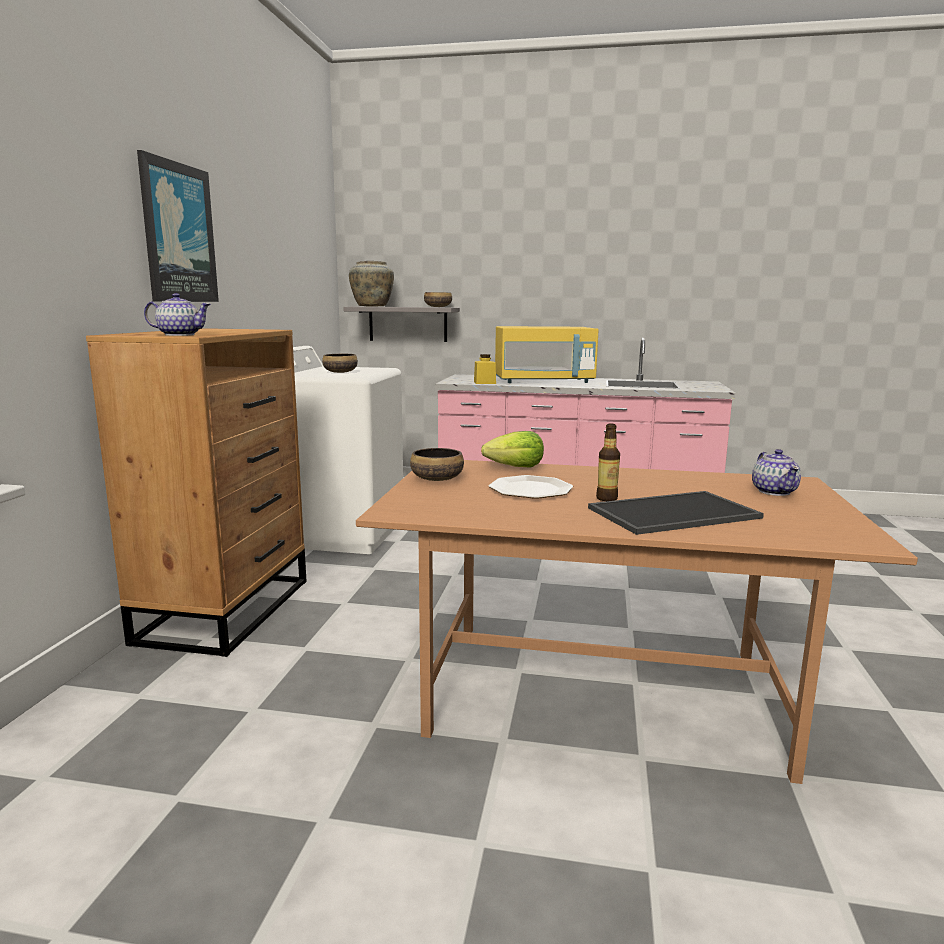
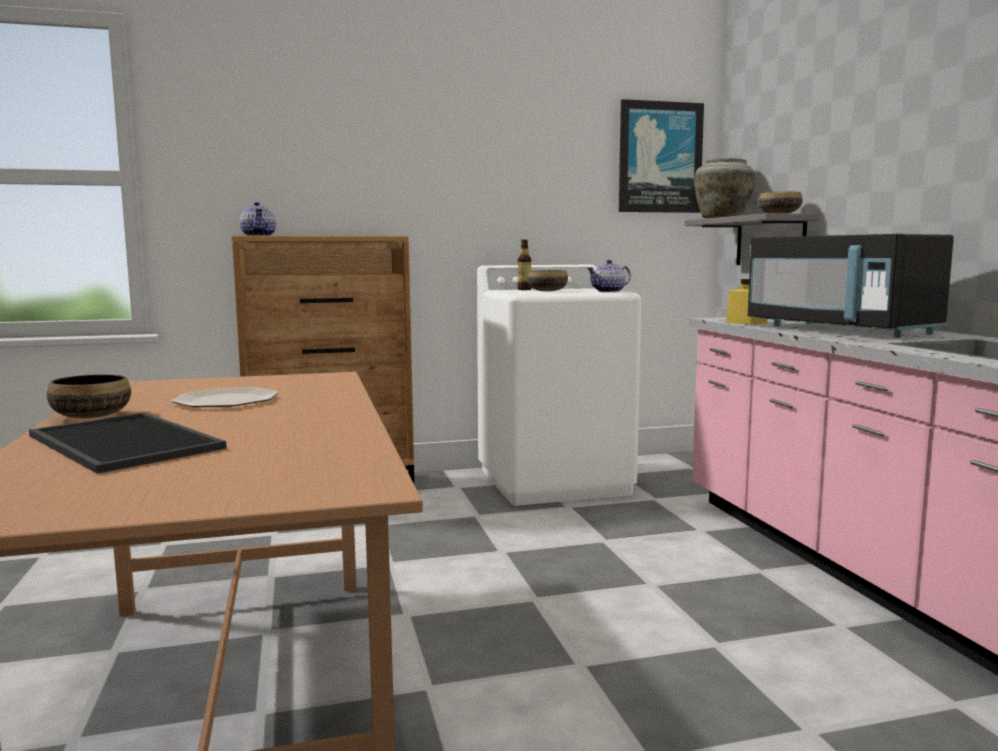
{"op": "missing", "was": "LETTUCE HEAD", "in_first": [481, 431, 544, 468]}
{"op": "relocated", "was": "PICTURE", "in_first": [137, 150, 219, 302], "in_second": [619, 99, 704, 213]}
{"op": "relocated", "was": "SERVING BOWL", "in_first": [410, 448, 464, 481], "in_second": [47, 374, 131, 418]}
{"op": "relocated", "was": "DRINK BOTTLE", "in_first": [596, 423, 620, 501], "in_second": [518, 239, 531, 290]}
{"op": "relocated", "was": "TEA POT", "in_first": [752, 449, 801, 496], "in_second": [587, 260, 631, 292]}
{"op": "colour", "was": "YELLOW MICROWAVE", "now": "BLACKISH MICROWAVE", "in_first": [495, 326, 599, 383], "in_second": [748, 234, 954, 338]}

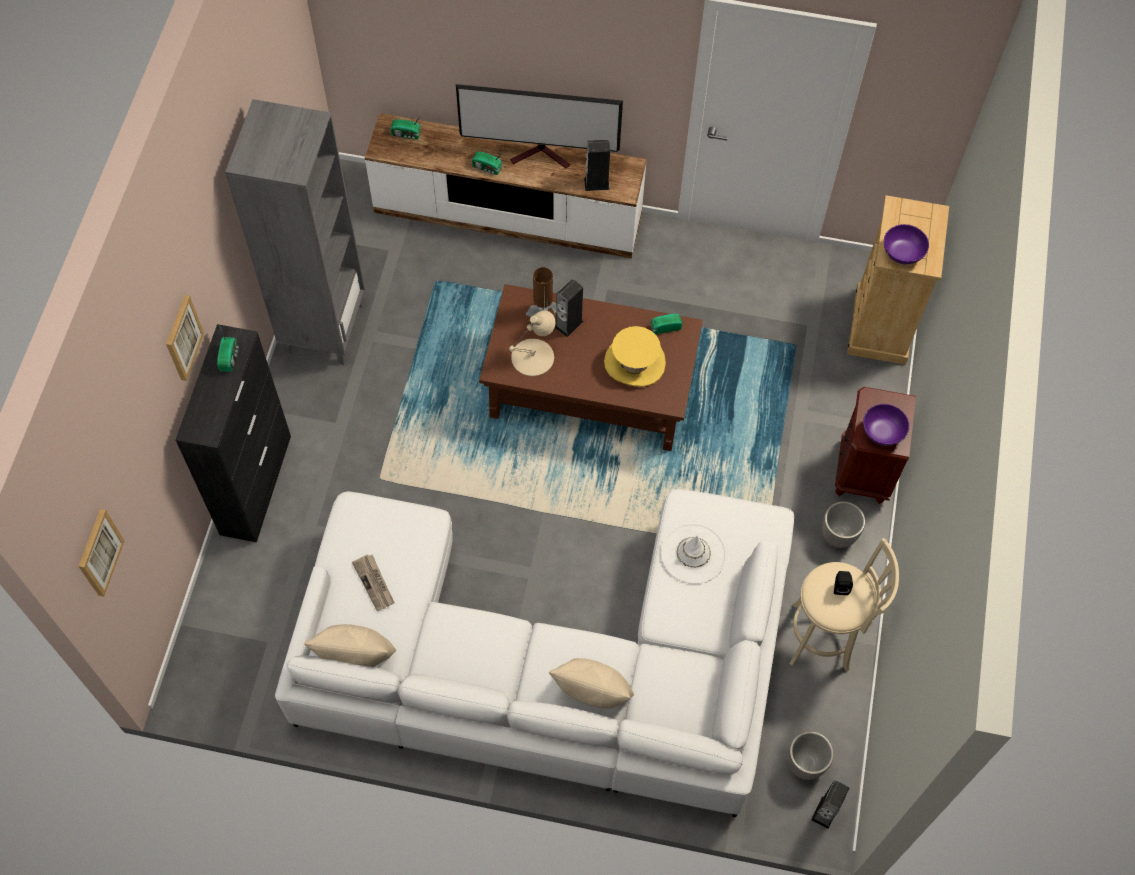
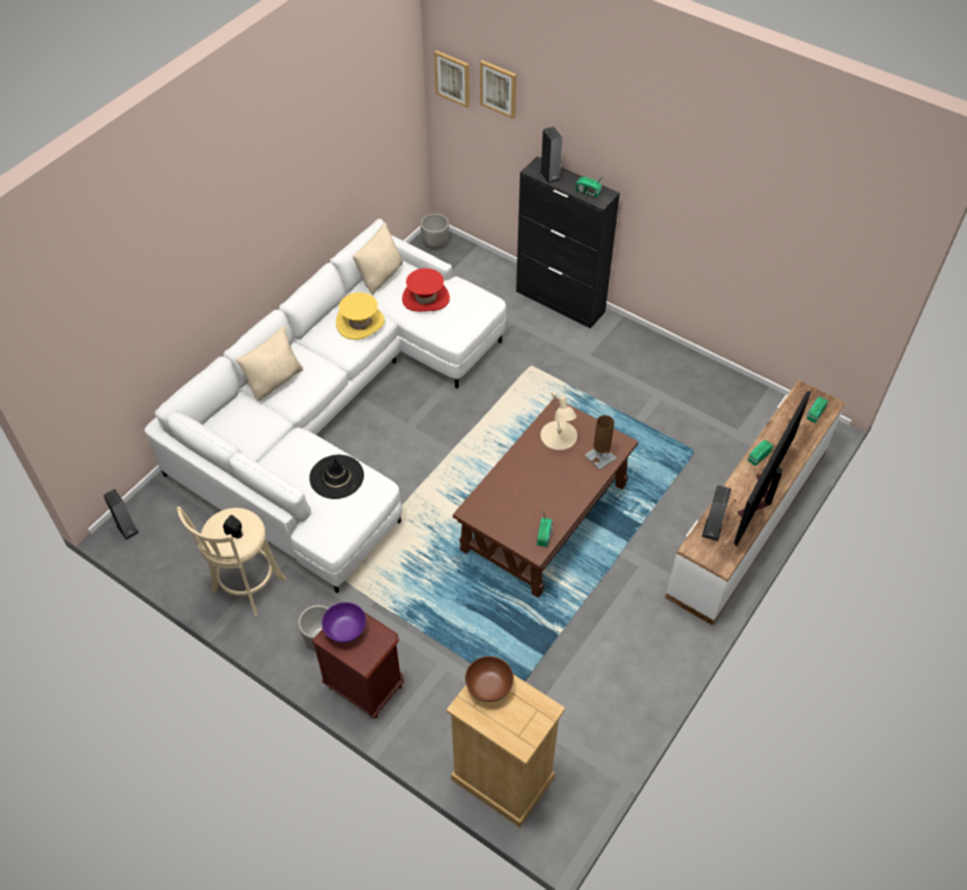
{"op": "missing", "was": "GRAY SHELVING UNIT", "in_first": [225, 99, 365, 365]}
{"op": "relocated", "was": "PICTURE", "in_first": [166, 295, 204, 381], "in_second": [480, 60, 516, 119]}
{"op": "relocated", "was": "AUDIO SPEAKER", "in_first": [555, 279, 584, 337], "in_second": [540, 126, 563, 184]}
{"op": "relocated", "was": "YELLOW WEARABLE HAT", "in_first": [604, 326, 666, 387], "in_second": [336, 292, 385, 340]}
{"op": "relocated", "was": "PLANTER", "in_first": [788, 731, 834, 780], "in_second": [420, 214, 449, 249]}
{"op": "exchanged", "was": "PRINTED PAPER", "now": "RED-COLOURED WEARABLE HAT", "in_first": [352, 554, 394, 611], "in_second": [402, 268, 450, 312]}
{"op": "colour", "was": "WHITISH WEARABLE HAT", "now": "BLACKISH WEARABLE HAT", "in_first": [661, 523, 726, 584], "in_second": [309, 455, 364, 499]}
{"op": "colour", "was": "PURPLE SERVING BOWL", "now": "BROWN-COLOURED SERVING BOWL", "in_first": [884, 224, 929, 264], "in_second": [465, 656, 514, 702]}

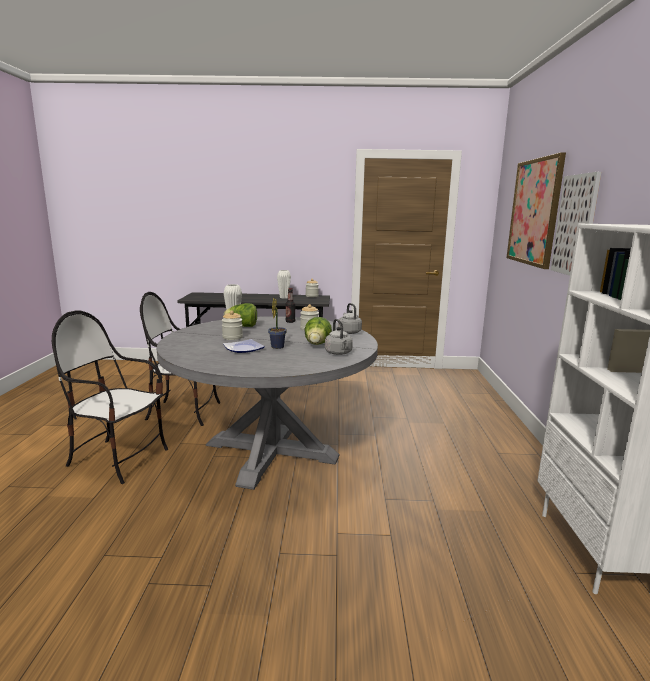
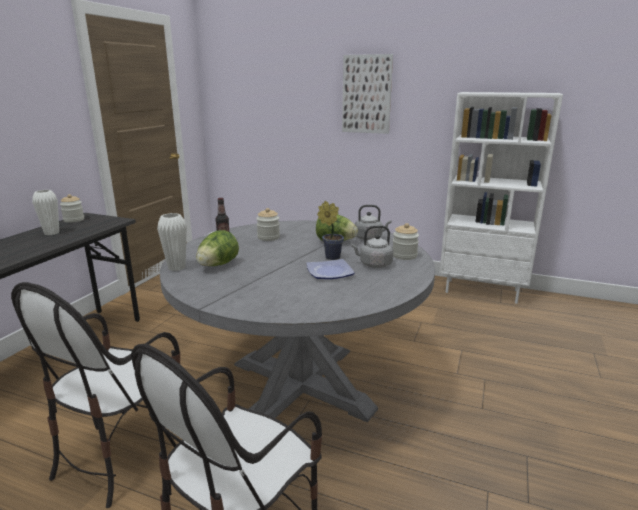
{"op": "missing", "was": "PICTURE", "in_first": [506, 152, 566, 269]}
{"op": "relocated", "was": "STORAGE JAR", "in_first": [222, 311, 243, 340], "in_second": [393, 223, 419, 260]}
{"op": "relocated", "was": "GRAY TEA KETTLE", "in_first": [338, 303, 362, 334], "in_second": [351, 225, 393, 268]}

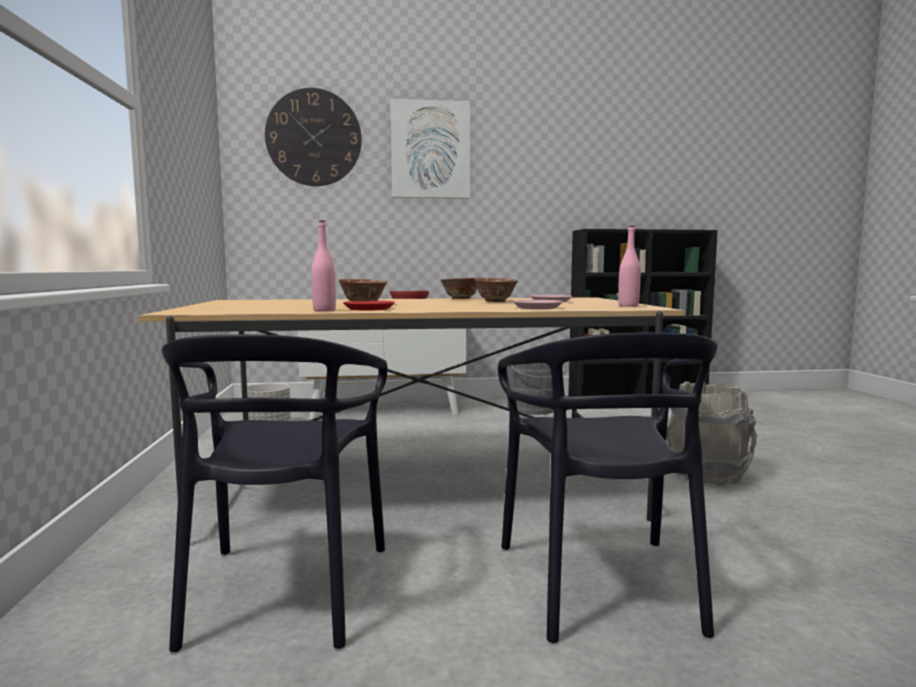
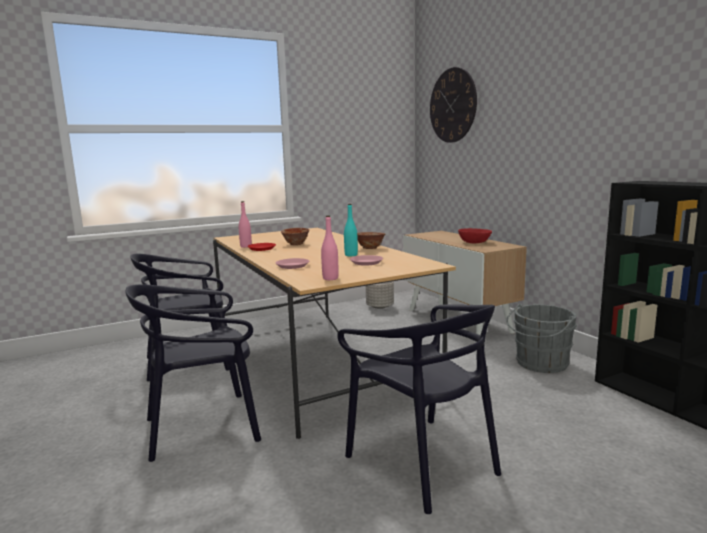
{"op": "missing", "was": "PICTURE", "in_first": [391, 99, 470, 198]}
{"op": "exchanged", "was": "SERVING BOWL", "now": "TURQUOISE-COLOURED DRINK BOTTLE", "in_first": [474, 278, 518, 302], "in_second": [344, 204, 358, 256]}
{"op": "exchanged", "was": "GRAY PAIL", "now": "BLACKISH PLAIN CHAIR", "in_first": [666, 382, 757, 485], "in_second": [337, 304, 501, 514]}

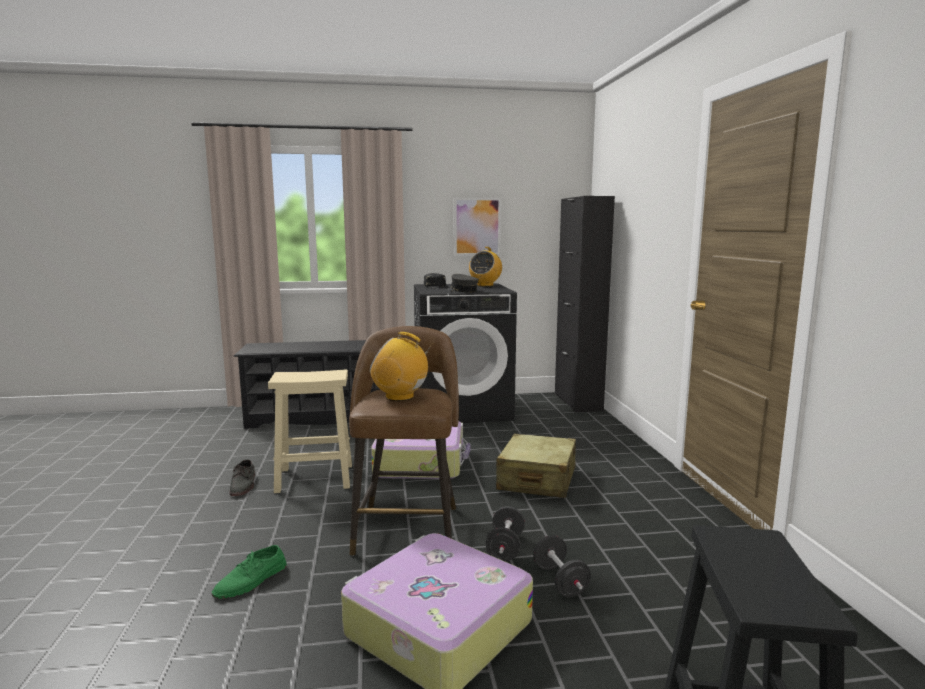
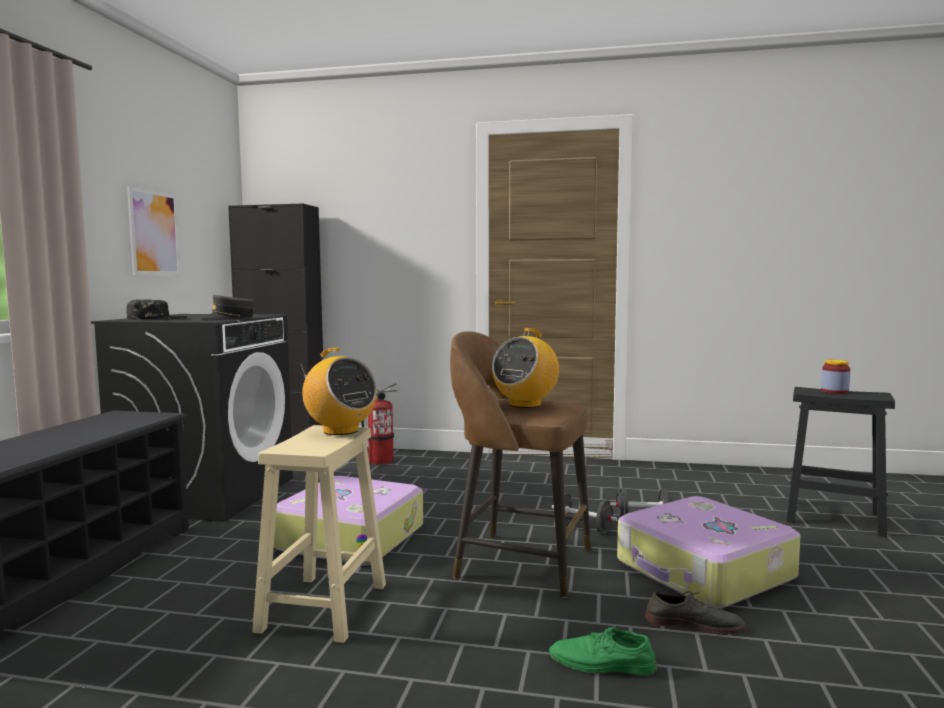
{"op": "missing", "was": "BEIGE-COLOURED TRAVEL CASE", "in_first": [496, 434, 576, 498]}
{"op": "appeared", "now": "EXTINGUISHER", "in_second": [361, 382, 398, 465]}
{"op": "appeared", "now": "STORAGE JAR", "in_second": [821, 360, 850, 394]}
{"op": "relocated", "was": "GRAY LOW SHOE", "in_first": [229, 459, 255, 496], "in_second": [645, 591, 745, 634]}
{"op": "relocated", "was": "RADIO", "in_first": [469, 247, 502, 286], "in_second": [299, 348, 377, 435]}
{"op": "spun", "was": "GREEN LOW SHOE", "in_first": [212, 545, 287, 599], "in_second": [549, 626, 657, 676], "clockwise": 135}

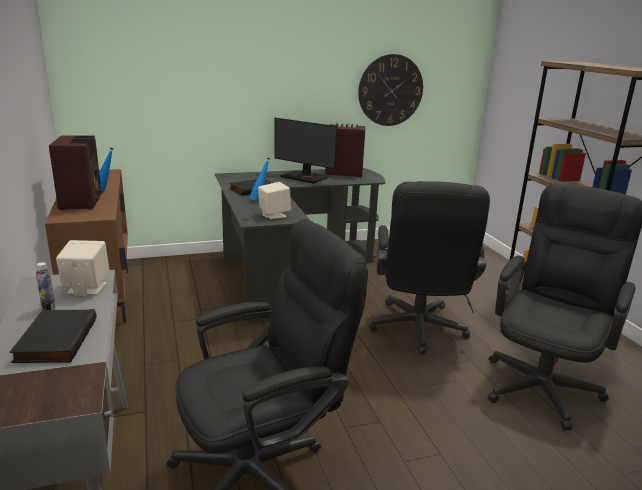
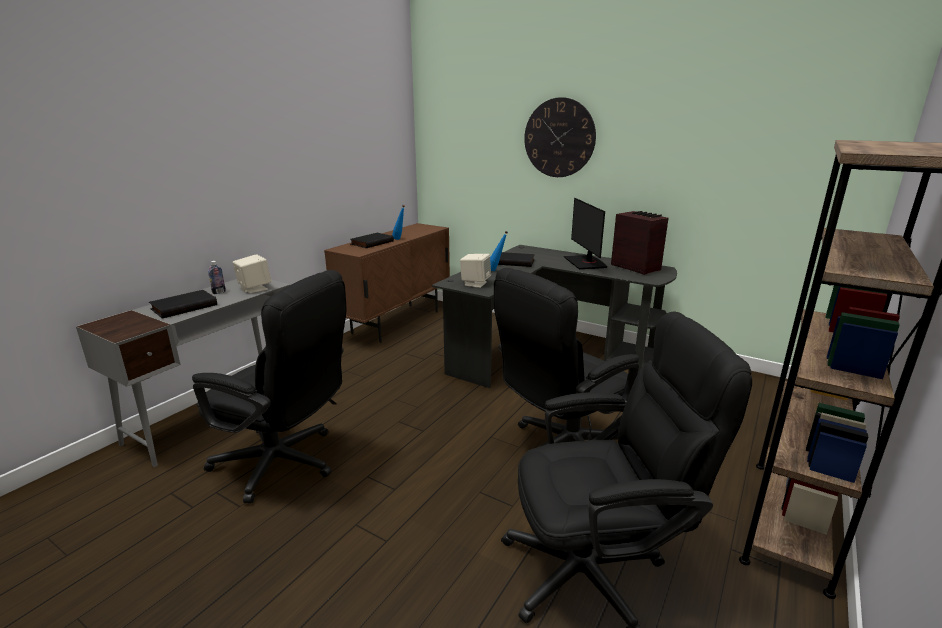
{"op": "relocated", "was": "HANGING CLOCK", "in_first": [358, 54, 423, 126], "in_second": [524, 97, 596, 177]}
{"op": "exchanged", "was": "RADIO", "now": "BLACKISH VOLUME", "in_first": [49, 135, 102, 210], "in_second": [350, 233, 394, 248]}

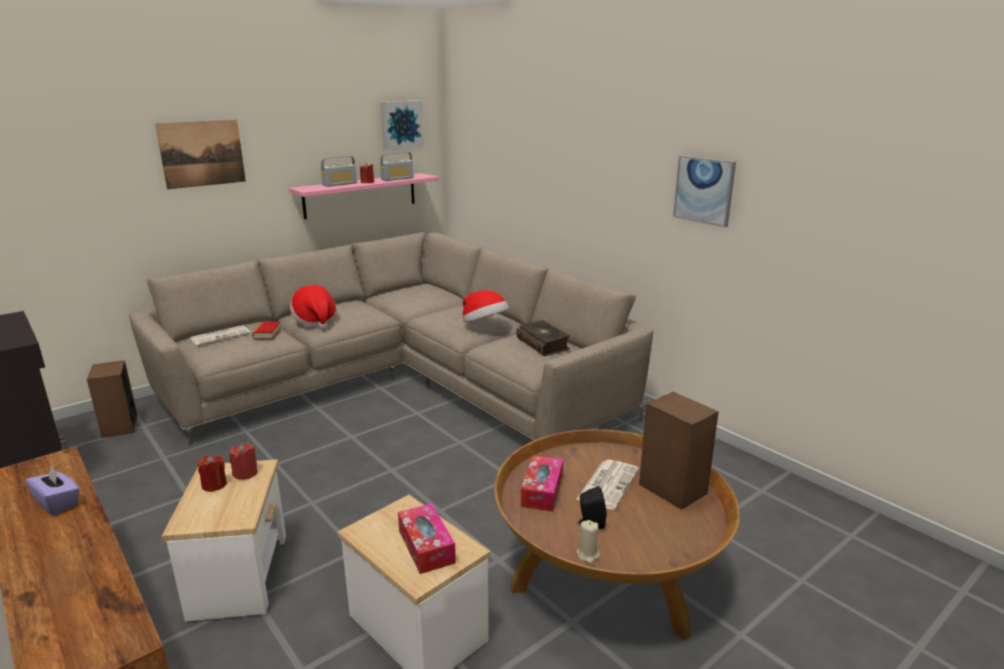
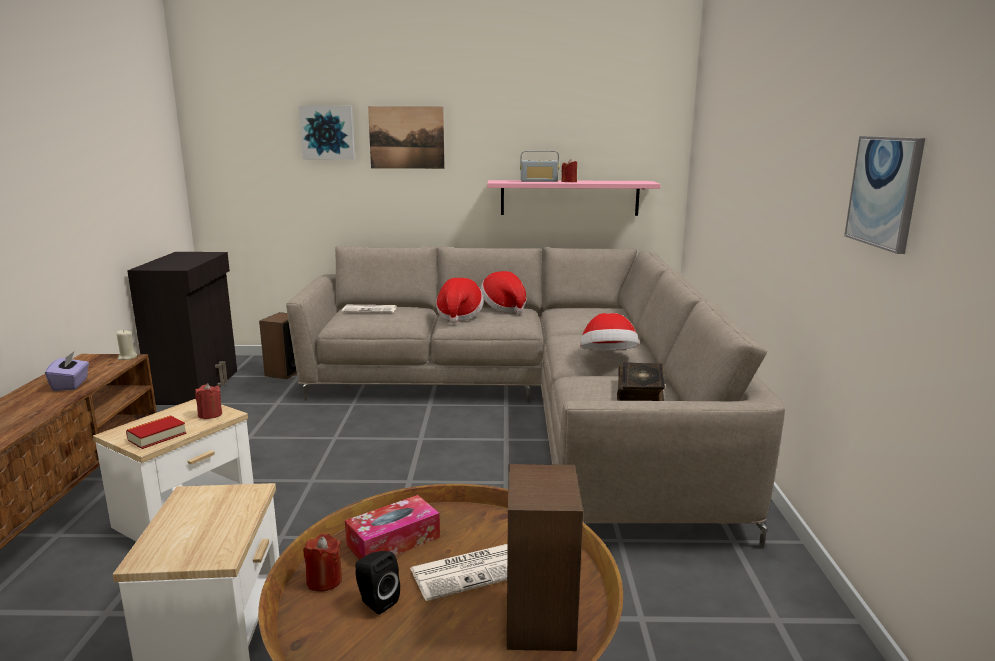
{"op": "missing", "was": "RADIO", "in_first": [380, 152, 414, 181]}
{"op": "missing", "was": "TISSUE HOLDER", "in_first": [398, 503, 456, 574]}
{"op": "appeared", "now": "WEARABLE HAT", "in_second": [480, 271, 527, 314]}
{"op": "relocated", "was": "RED-COLOURED WAX CANDLE", "in_first": [198, 455, 227, 492], "in_second": [303, 533, 342, 592]}
{"op": "relocated", "was": "VOLUME", "in_first": [252, 322, 281, 339], "in_second": [126, 415, 186, 449]}
{"op": "relocated", "was": "PICTURE", "in_first": [381, 100, 424, 150], "in_second": [299, 106, 355, 160]}
{"op": "relocated", "was": "BEIGE-COLOURED WAX CANDLE", "in_first": [577, 520, 600, 563], "in_second": [117, 330, 137, 360]}

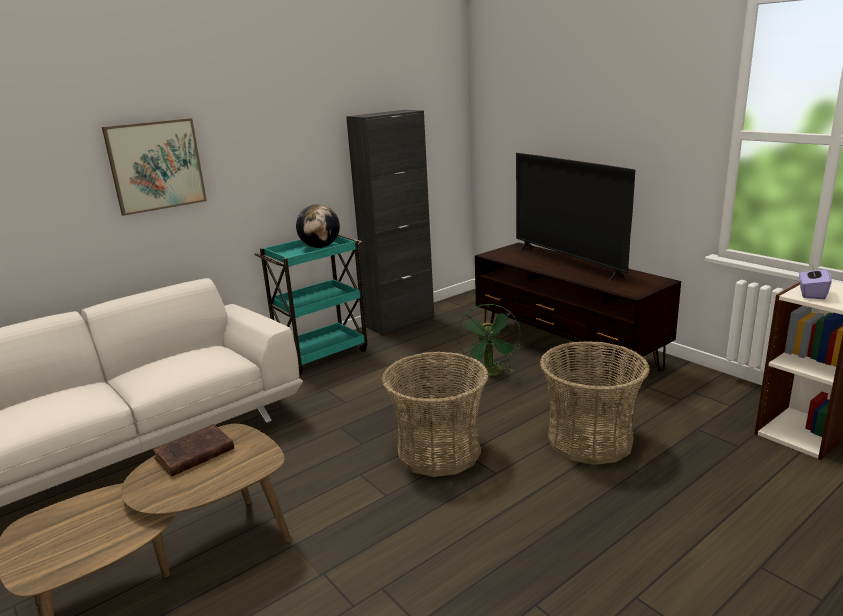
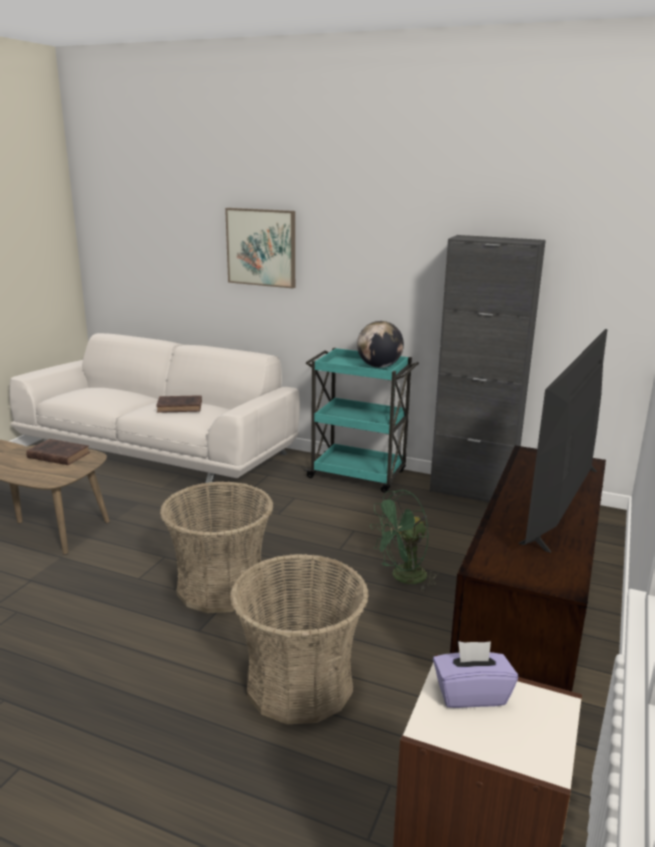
{"op": "appeared", "now": "BROWN-COLOURED VOLUME", "in_second": [156, 395, 202, 413]}

